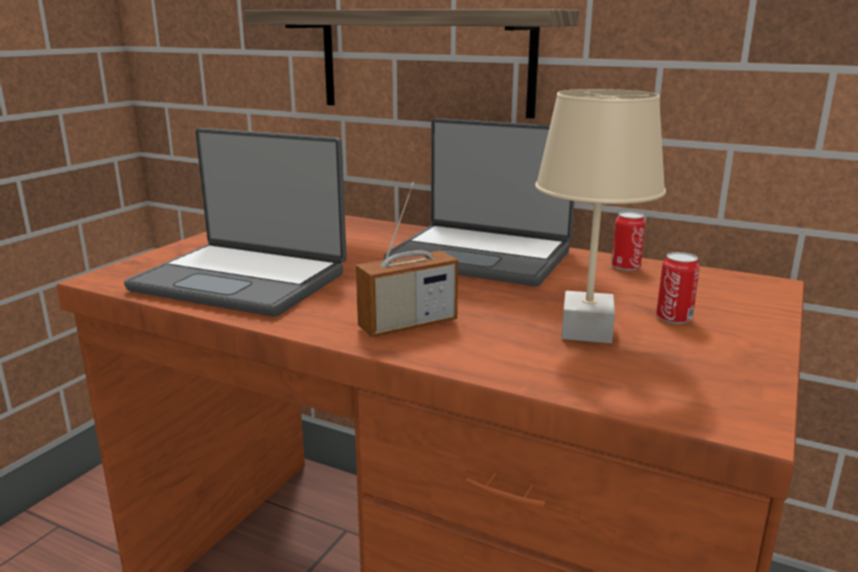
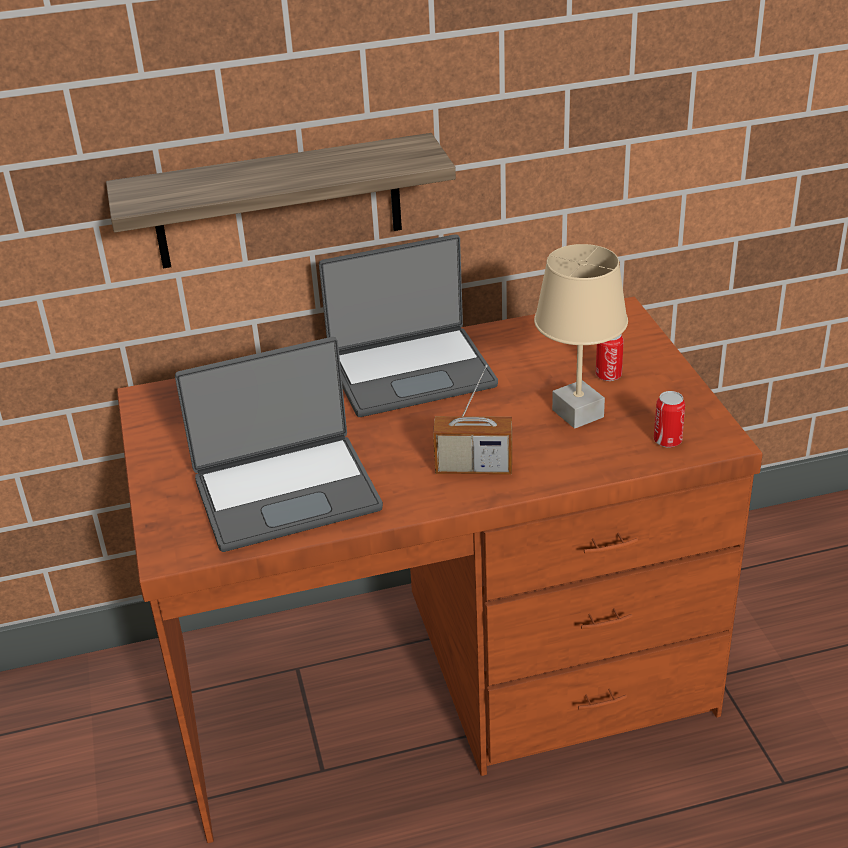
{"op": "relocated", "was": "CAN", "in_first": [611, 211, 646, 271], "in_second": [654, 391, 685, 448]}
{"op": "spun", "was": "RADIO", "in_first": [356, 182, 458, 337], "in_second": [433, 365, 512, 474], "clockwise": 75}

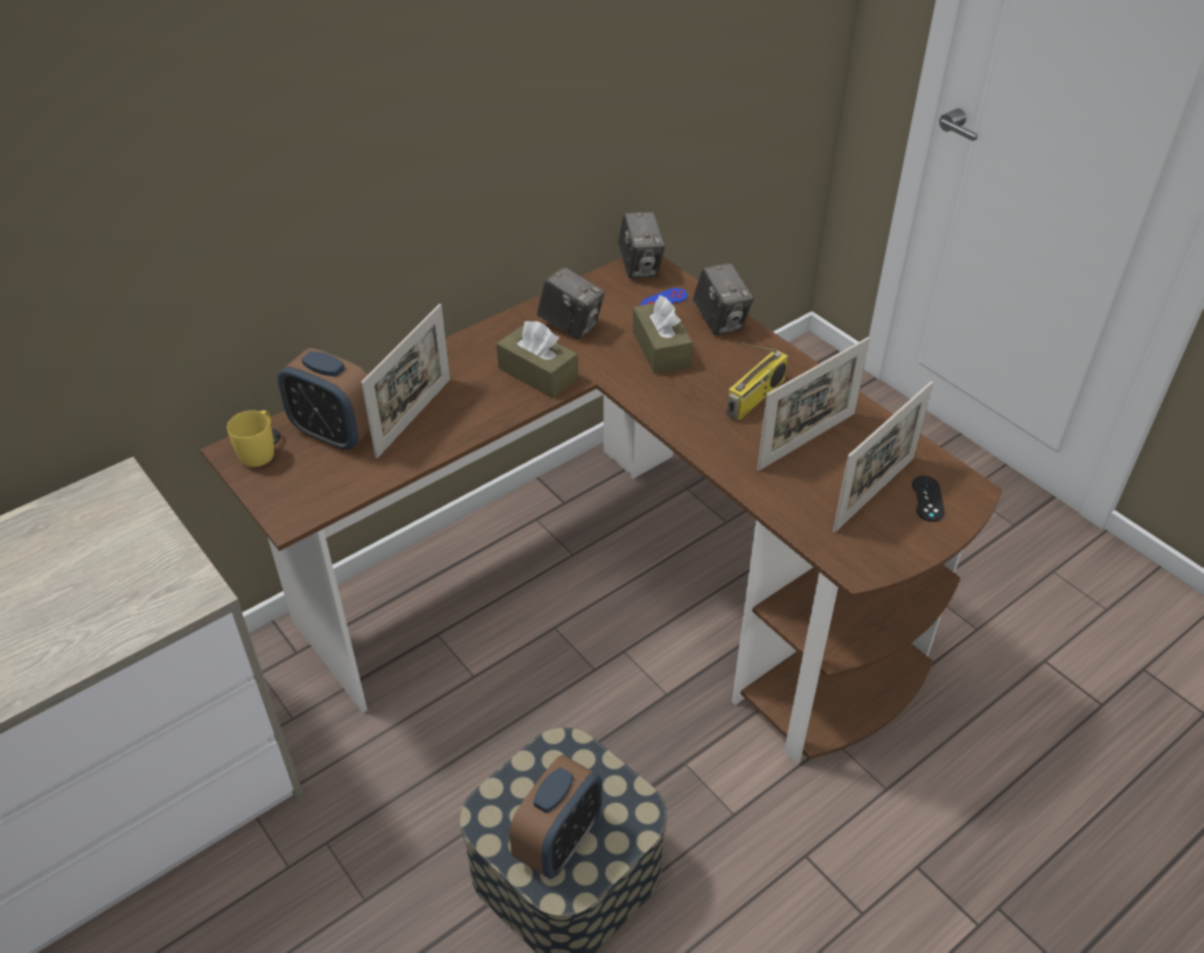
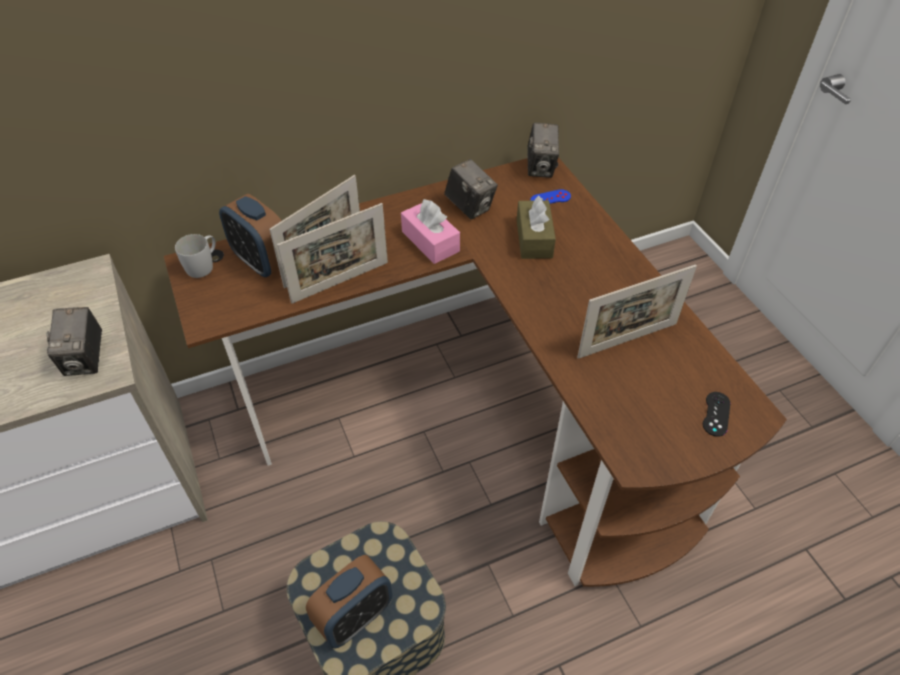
{"op": "missing", "was": "RADIO", "in_first": [726, 343, 788, 420]}
{"op": "relocated", "was": "STILL CAMERA", "in_first": [693, 263, 754, 335], "in_second": [46, 307, 102, 376]}
{"op": "relocated", "was": "PICTURE FRAME", "in_first": [833, 381, 933, 533], "in_second": [277, 203, 388, 304]}
{"op": "colour", "was": "YELLOW COFFEE MUG", "now": "WHITISH COFFEE MUG", "in_first": [227, 410, 274, 467], "in_second": [175, 234, 216, 278]}
{"op": "colour", "was": "BROWN-COLOURED TISSUE HOLDER", "now": "PINK TISSUE HOLDER", "in_first": [496, 321, 578, 398], "in_second": [401, 199, 460, 264]}

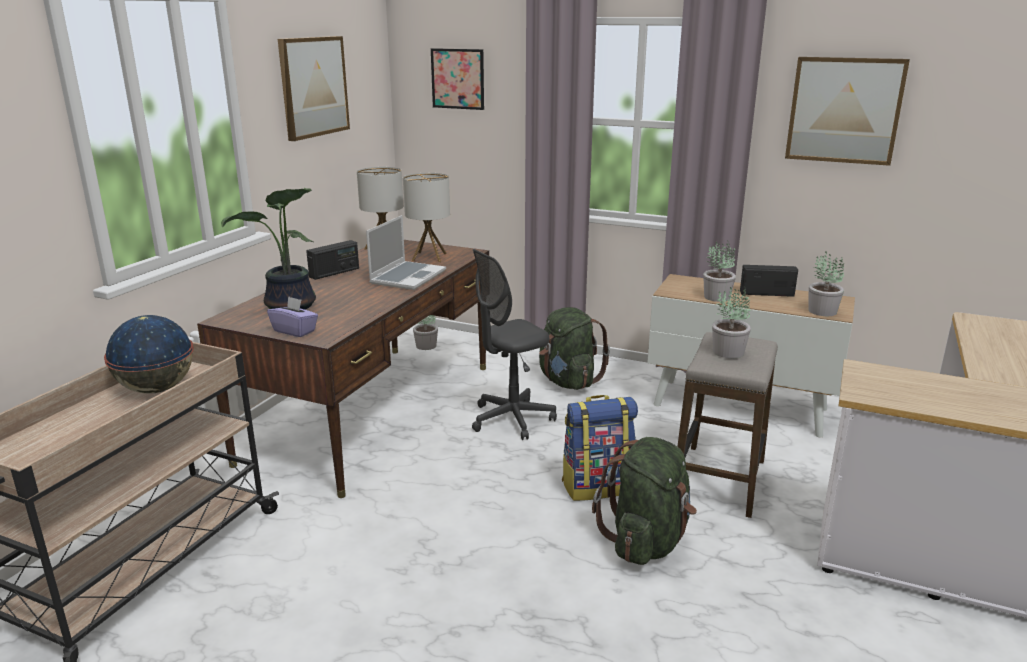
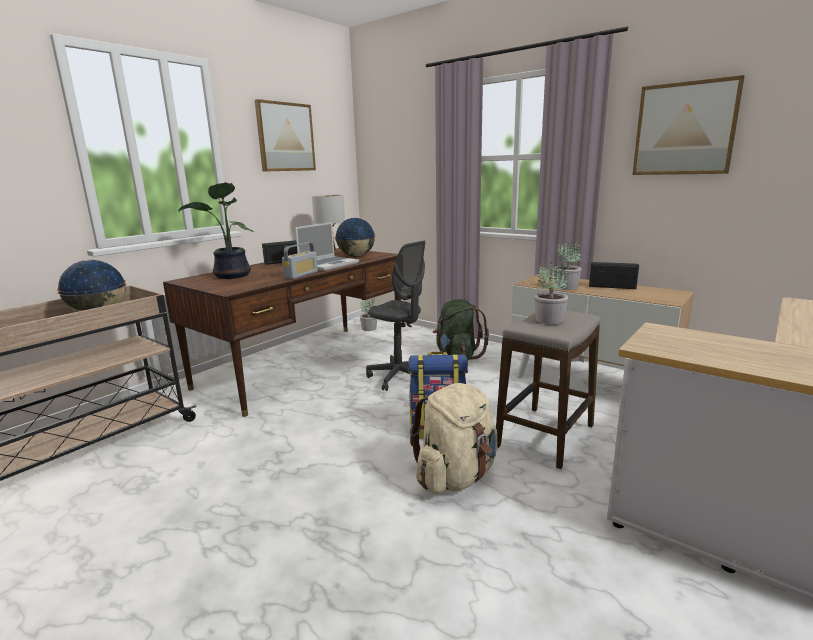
{"op": "missing", "was": "PURPLE TISSUE HOLDER", "in_first": [267, 296, 318, 337]}
{"op": "missing", "was": "PICTURE", "in_first": [431, 48, 484, 110]}
{"op": "missing", "was": "HOUSEPLANT", "in_first": [808, 251, 844, 316]}
{"op": "appeared", "now": "RADIO", "in_second": [282, 243, 318, 279]}
{"op": "exchanged", "was": "LAMP FOR A TABLE", "now": "GLOBE", "in_first": [403, 173, 450, 262], "in_second": [335, 218, 375, 257]}
{"op": "colour", "was": "GREEN KNAPSACK", "now": "BEIGE-COLOURED KNAPSACK", "in_first": [592, 437, 697, 565], "in_second": [410, 383, 498, 494]}
{"op": "spun", "was": "GRAY COMPUTER CHAIR", "in_first": [472, 249, 557, 440], "in_second": [366, 241, 425, 391], "clockwise": -120}

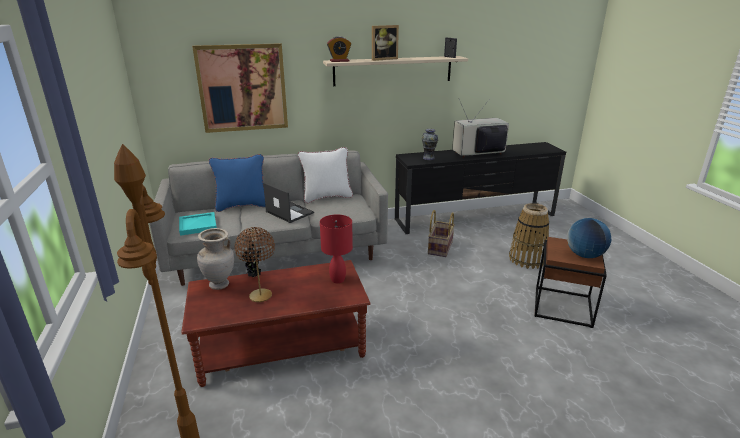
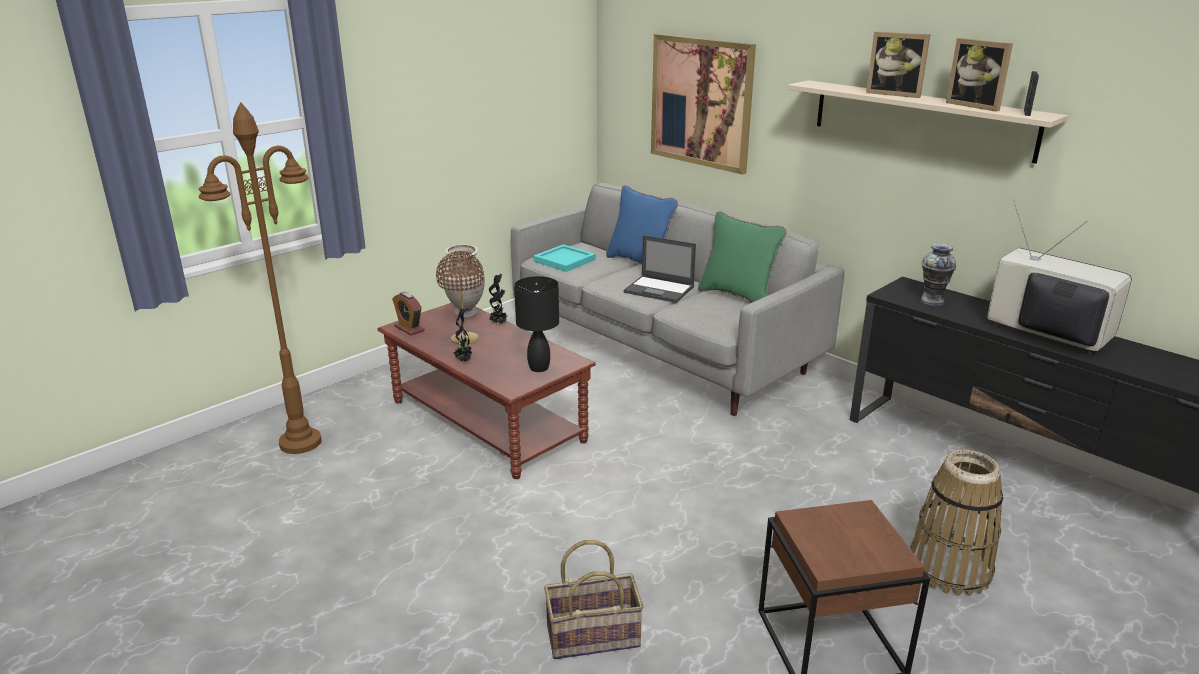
{"op": "missing", "was": "GLOBE", "in_first": [567, 218, 611, 258]}
{"op": "appeared", "now": "HOUSEPLANT", "in_second": [454, 308, 473, 362]}
{"op": "appeared", "now": "PICTURE FRAME", "in_second": [946, 38, 1013, 112]}
{"op": "relocated", "was": "BEDSIDE CLOCK", "in_first": [327, 36, 351, 62], "in_second": [392, 292, 424, 336]}
{"op": "relocated", "was": "STORAGE BASKET", "in_first": [428, 210, 455, 257], "in_second": [544, 540, 643, 659]}
{"op": "colour", "was": "WHITISH THROW PILLOW", "now": "GREEN THROW PILLOW", "in_first": [298, 147, 353, 203], "in_second": [698, 211, 787, 303]}
{"op": "colour", "was": "RED-COLOURED LAMP FOR A TABLE", "now": "BLACKISH LAMP FOR A TABLE", "in_first": [320, 214, 353, 283], "in_second": [514, 276, 559, 372]}
{"op": "spun", "was": "LAPTOP", "in_first": [263, 182, 314, 223], "in_second": [623, 235, 696, 303], "clockwise": 105}

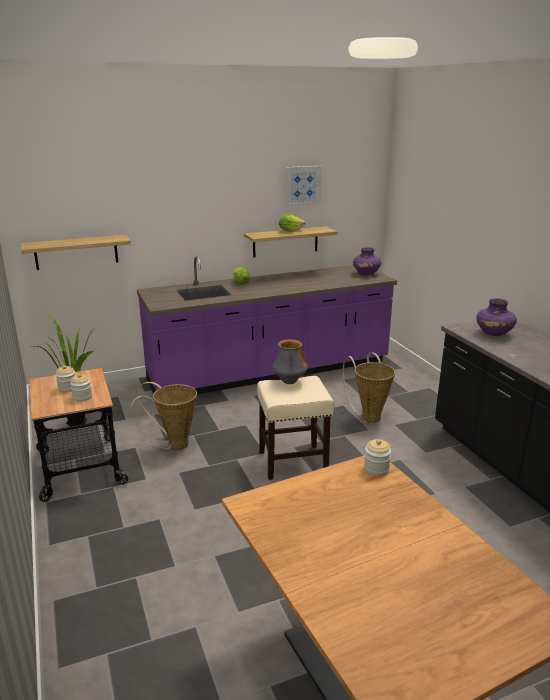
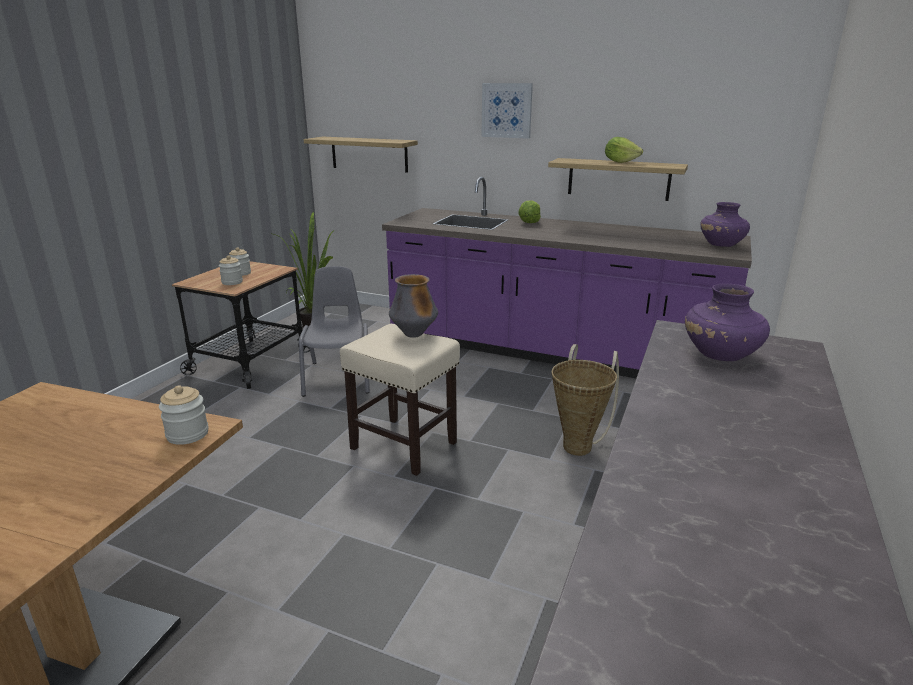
{"op": "relocated", "was": "PICTURE", "in_first": [286, 166, 322, 206], "in_second": [481, 83, 533, 139]}
{"op": "exchanged", "was": "STORAGE BASKET", "now": "GRAY PLAIN CHAIR", "in_first": [131, 382, 197, 450], "in_second": [299, 266, 370, 397]}

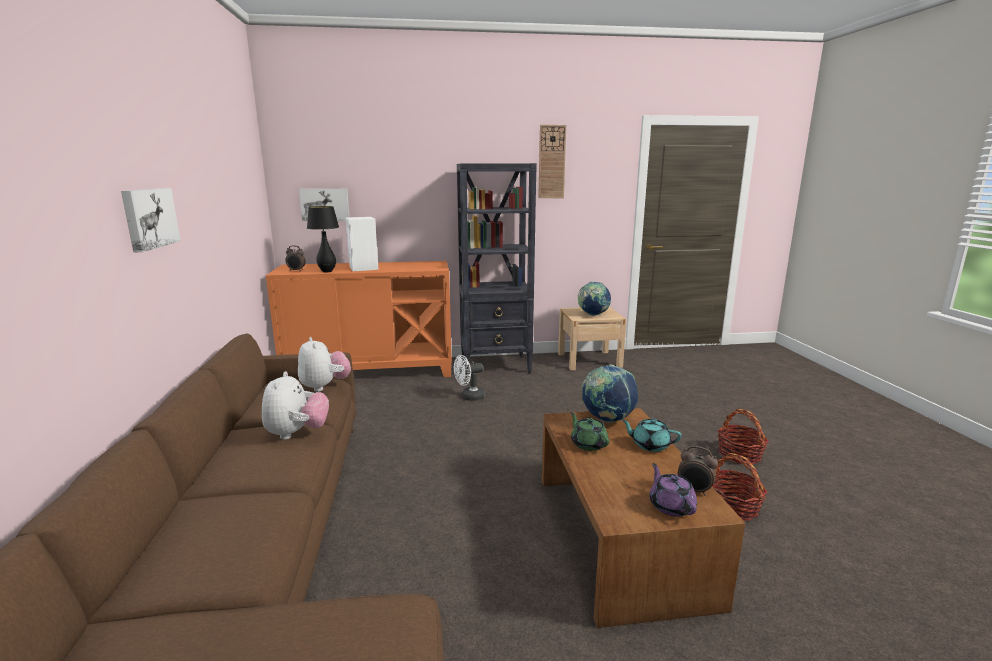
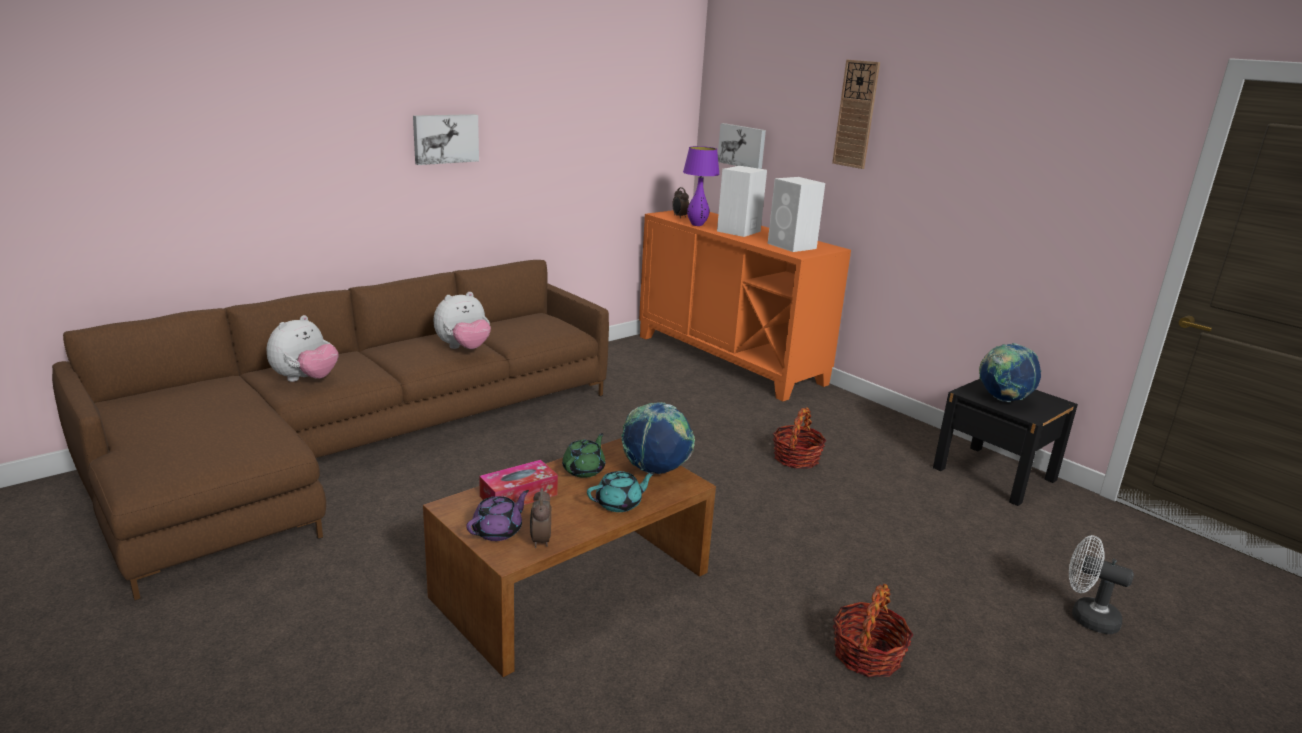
{"op": "missing", "was": "BLACKISH SHELVING UNIT", "in_first": [457, 163, 537, 376]}
{"op": "appeared", "now": "TISSUE HOLDER", "in_second": [479, 460, 558, 505]}
{"op": "appeared", "now": "WHITISH AUDIO SPEAKER", "in_second": [768, 177, 825, 252]}
{"op": "relocated", "was": "PLUSH TOY", "in_first": [298, 337, 351, 392], "in_second": [267, 315, 338, 382]}
{"op": "relocated", "was": "WHITISH ELECTRIC FAN", "in_first": [454, 355, 485, 401], "in_second": [1069, 535, 1134, 634]}
{"op": "relocated", "was": "HANGING CLOCK", "in_first": [538, 125, 566, 198], "in_second": [832, 60, 880, 169]}
{"op": "relocated", "was": "STORAGE BASKET", "in_first": [712, 453, 767, 521], "in_second": [773, 407, 826, 469]}
{"op": "colour", "was": "BLACKISH LAMP FOR A TABLE", "now": "PURPLE LAMP FOR A TABLE", "in_first": [307, 206, 339, 272], "in_second": [683, 146, 720, 226]}
{"op": "colour", "was": "BEIGE-COLOURED BEDSIDE TABLE", "now": "BLACKISH BEDSIDE TABLE", "in_first": [558, 307, 627, 370], "in_second": [933, 379, 1078, 506]}
{"op": "spun", "was": "TURQUOISE-COLOURED TEA POT", "in_first": [621, 419, 682, 452], "in_second": [587, 471, 655, 512], "clockwise": 75}

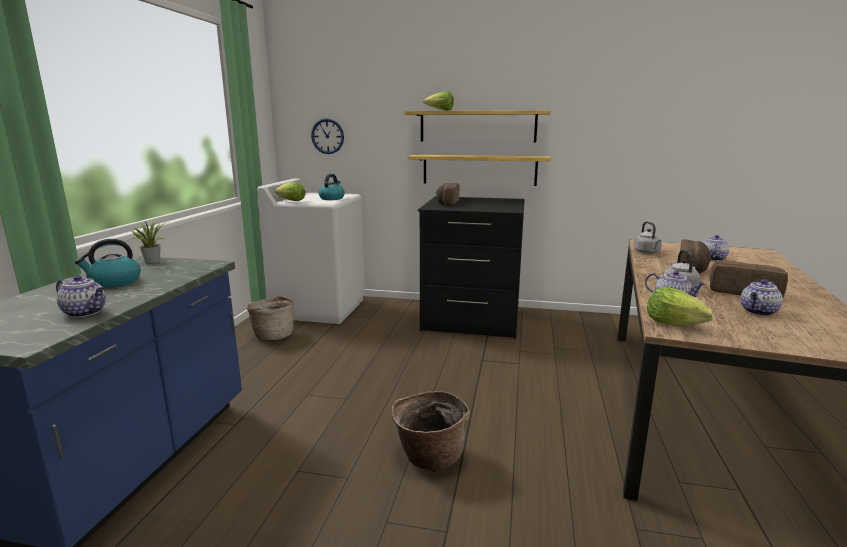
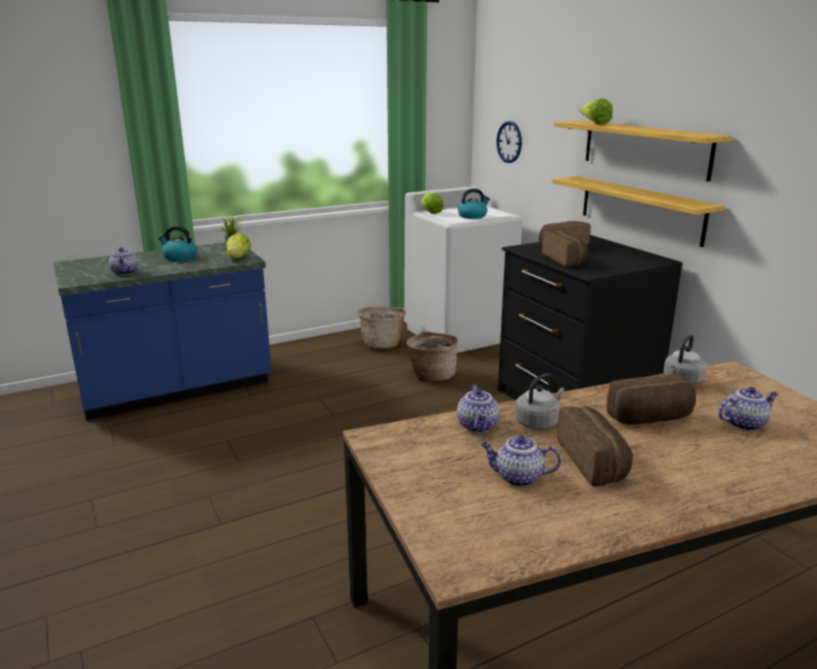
{"op": "appeared", "now": "BAKERY BREAD", "in_second": [542, 231, 588, 267]}
{"op": "relocated", "was": "STORAGE BASKET", "in_first": [392, 391, 470, 473], "in_second": [407, 331, 458, 382]}
{"op": "relocated", "was": "LETTUCE HEAD", "in_first": [647, 287, 714, 326], "in_second": [227, 233, 251, 258]}

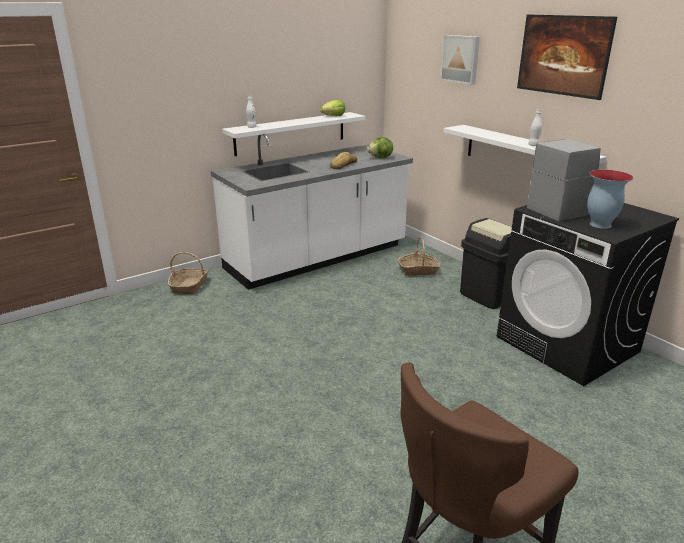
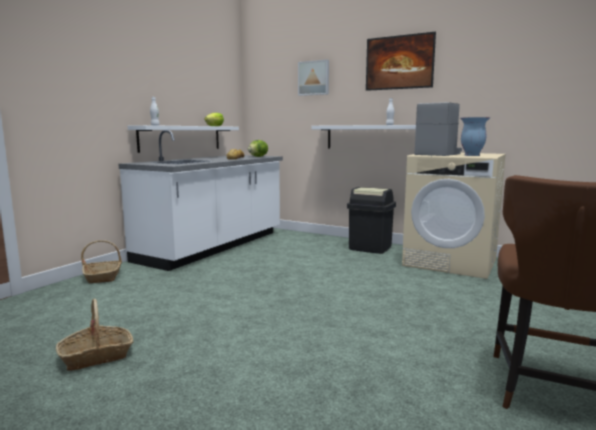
{"op": "relocated", "was": "STORAGE BASKET", "in_first": [398, 237, 441, 276], "in_second": [56, 299, 134, 371]}
{"op": "colour", "was": "BLACKISH LAUNDRY MACHINE", "now": "BEIGE-COLOURED LAUNDRY MACHINE", "in_first": [496, 203, 679, 386], "in_second": [402, 153, 506, 279]}

